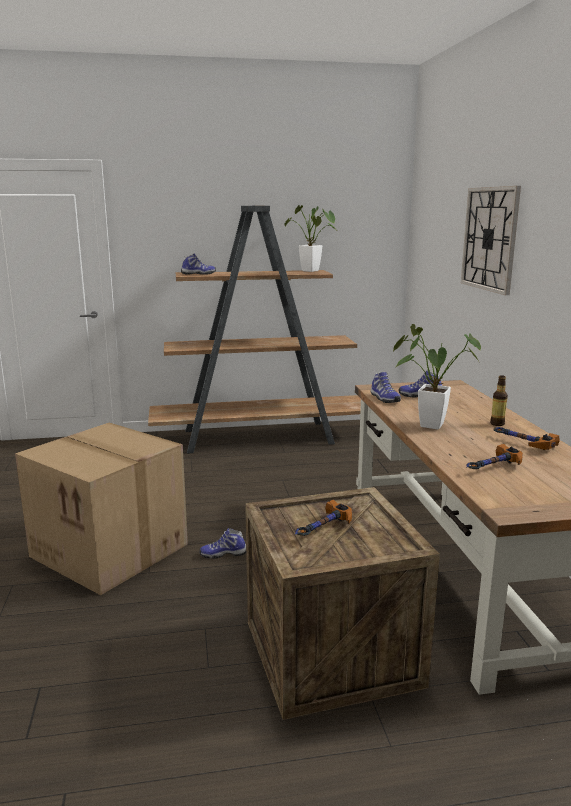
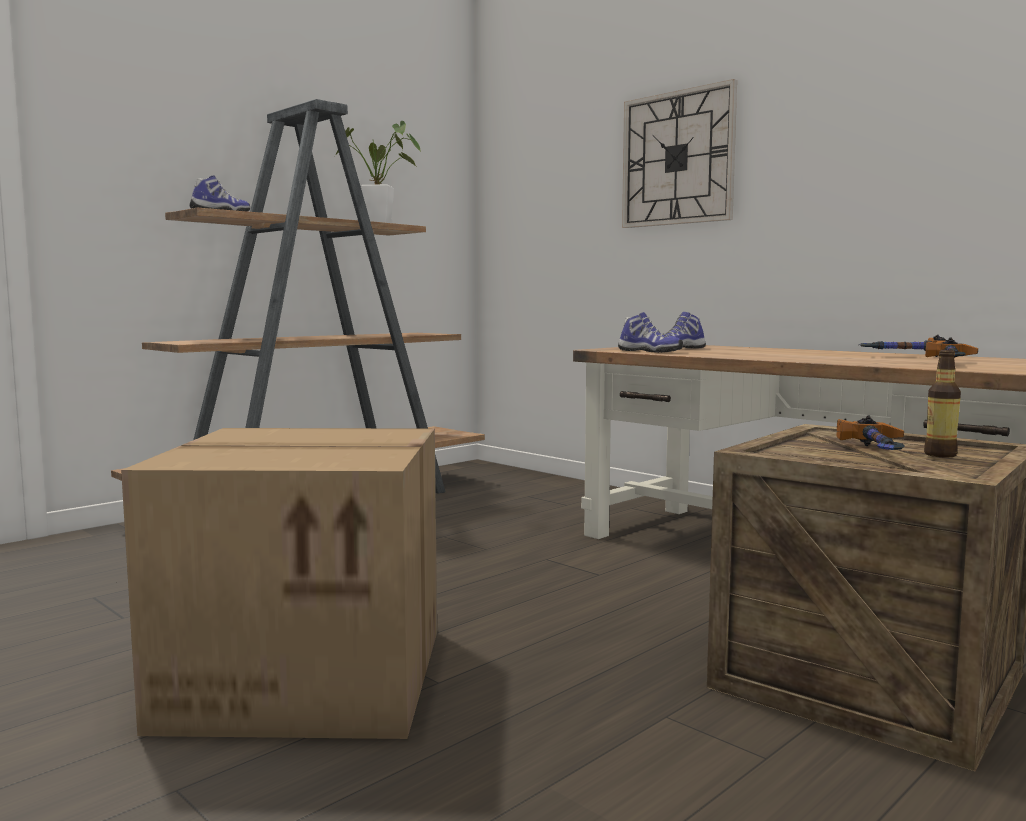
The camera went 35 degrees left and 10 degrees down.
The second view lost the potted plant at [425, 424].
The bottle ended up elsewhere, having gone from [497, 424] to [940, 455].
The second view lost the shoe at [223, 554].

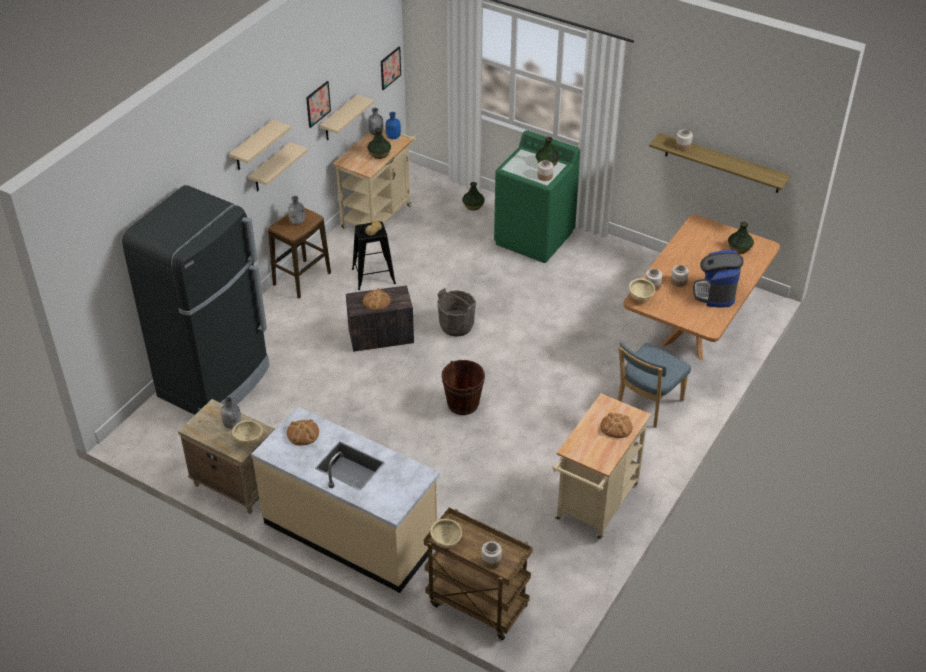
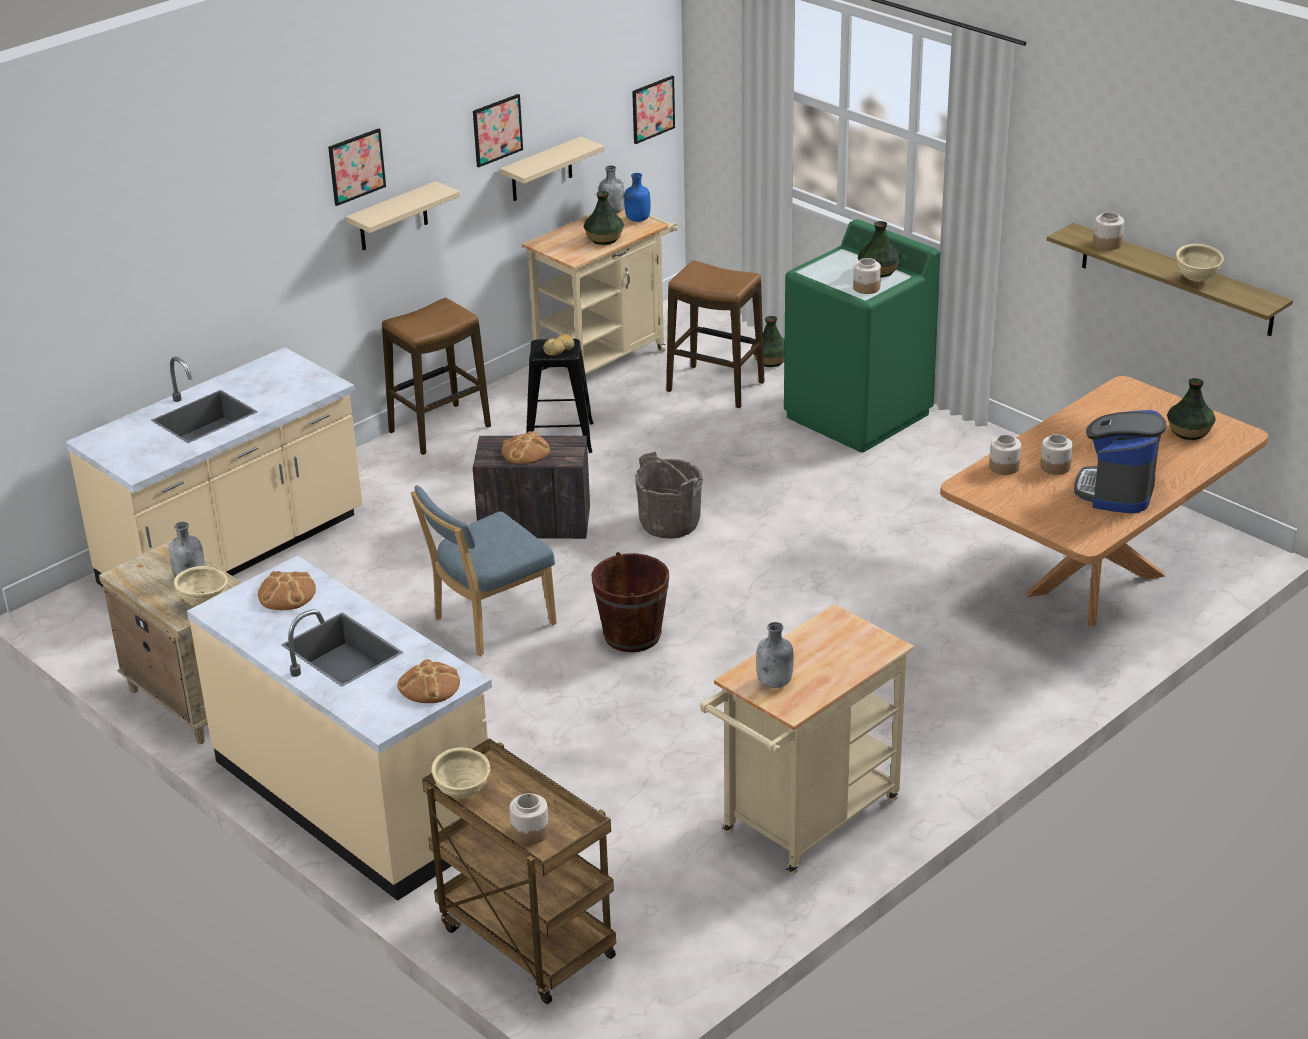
The camera went 15 degrees right and 10 degrees down.
Where the beige shelf hung at [252, 146], the picture came to hang at [356, 166].
Where the black fridge stood at [215, 382], the beige counter came to stand at [234, 552].
The grey bottle ended up elsewhere, having gone from [297, 222] to [775, 682].
The beige bowl ended up elsewhere, having gone from [640, 299] to [1196, 279].
The blue chair ended up elsewhere, having gone from [647, 405] to [489, 623].
The bread ended up elsewhere, having gone from [616, 427] to [429, 685].
The second view gained the stool at [716, 387].

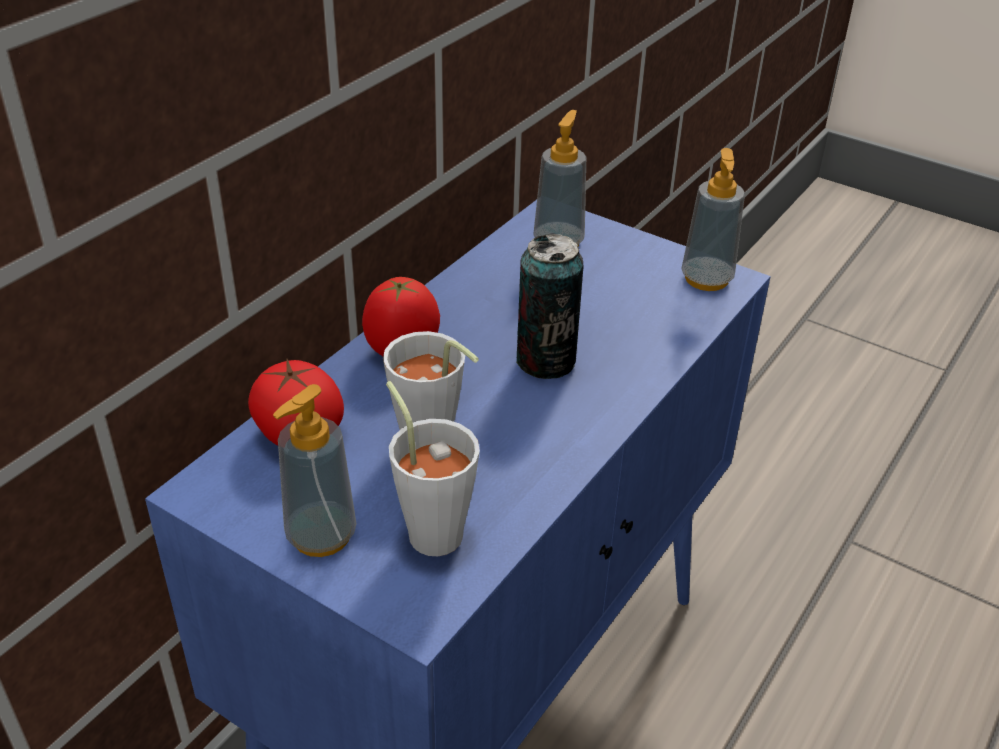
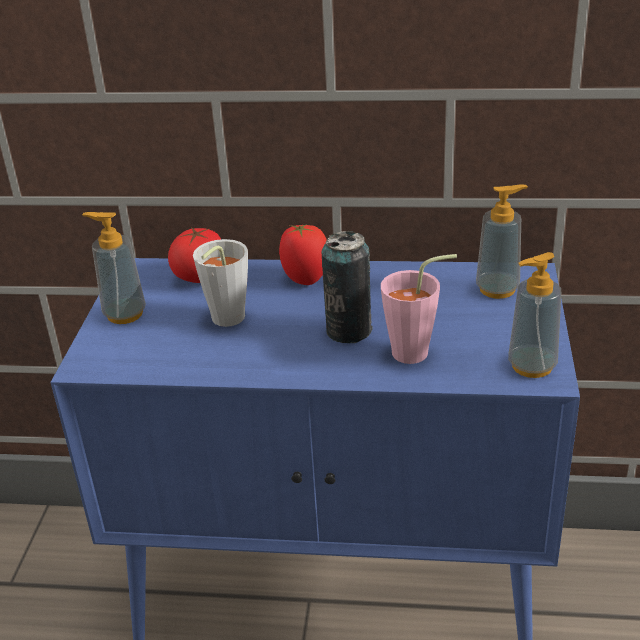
The camera went 65 degrees right and 5 degrees down.
The second view lost the grey cup at [430, 527].
The second view gained the pink cup at [418, 352].

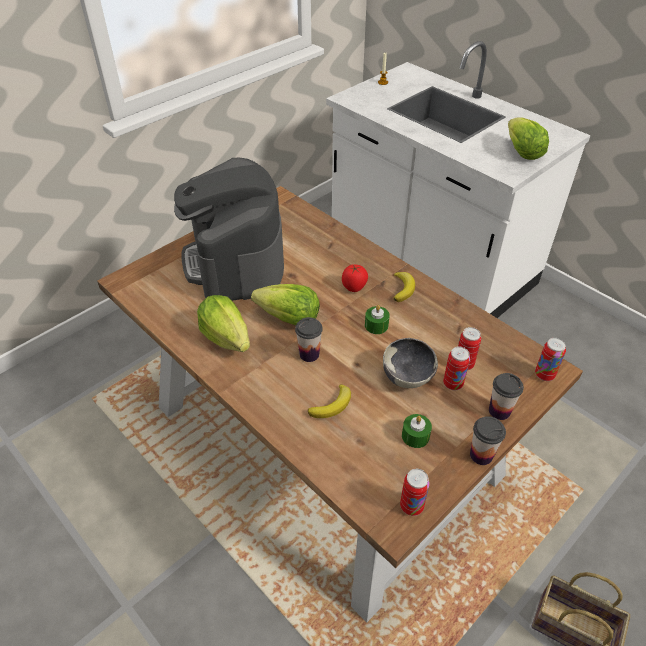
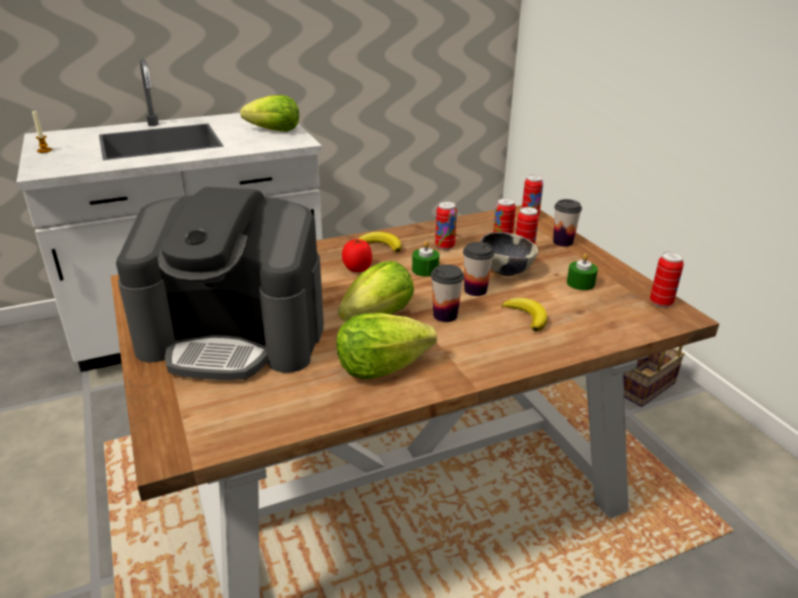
The camera went 70 degrees left and 15 degrees down.
The cup ended up elsewhere, having gone from [481, 455] to [475, 290].
The second view gained the can at [444, 246].

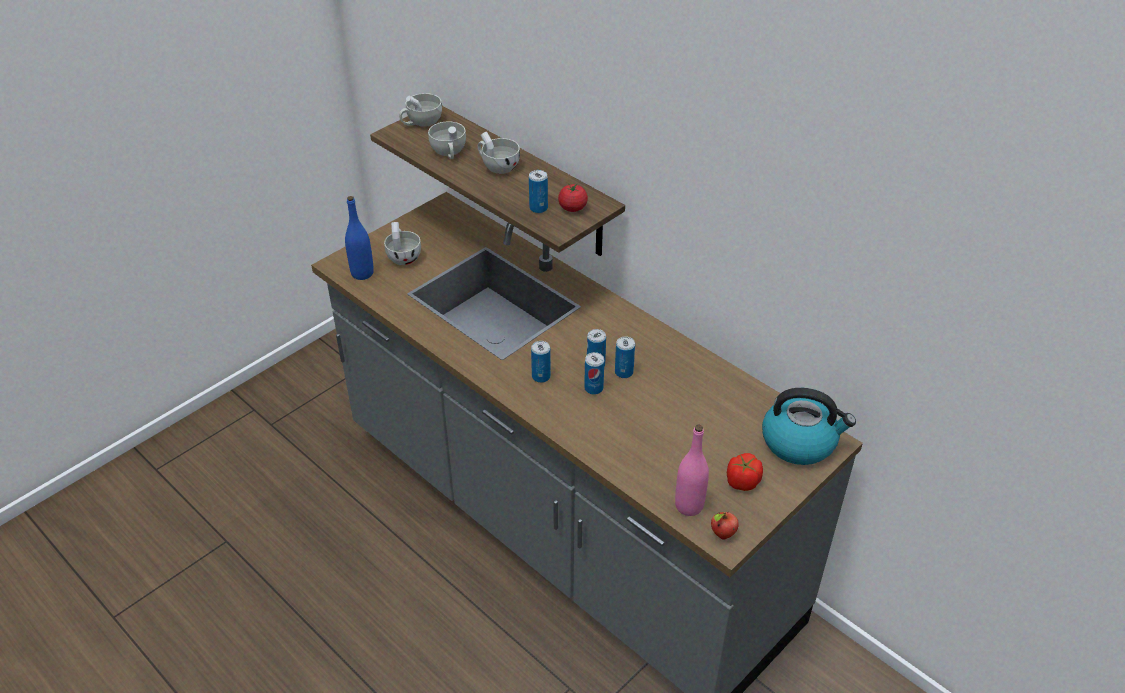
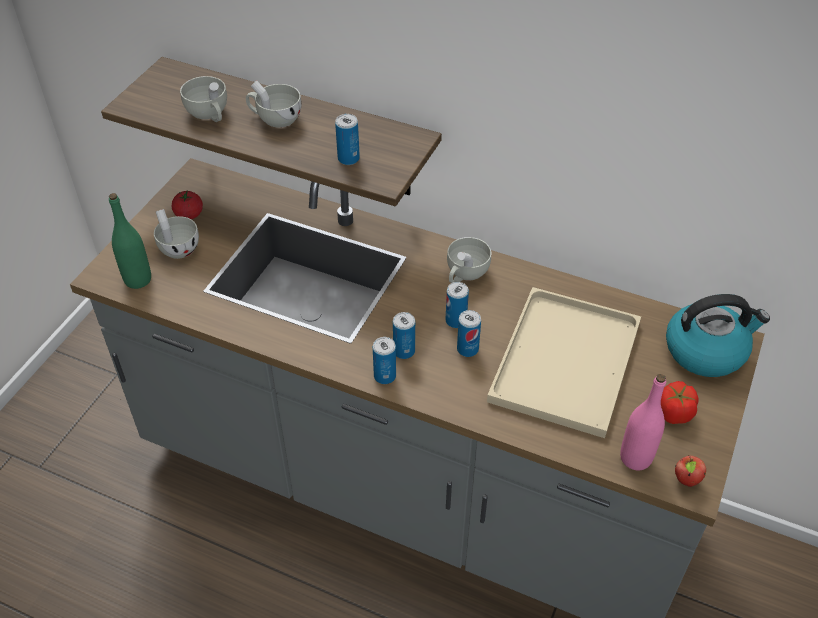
The camera went 20 degrees left and 5 degrees up.
The white cup ended up elsewhere, having gone from [421, 123] to [465, 274].
The tomato ended up elsewhere, having gone from [572, 208] to [189, 215].
What was the blue bottle at [362, 273] turned into the green bottle at [138, 280].
The can ended up elsewhere, having gone from [624, 372] to [385, 376].
The second view gained the beige tray at [566, 364].

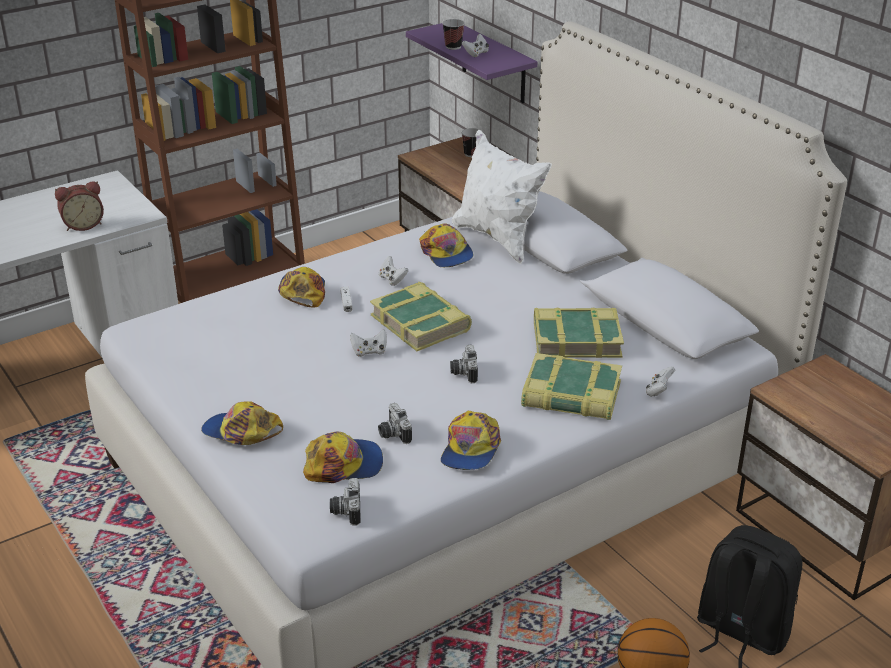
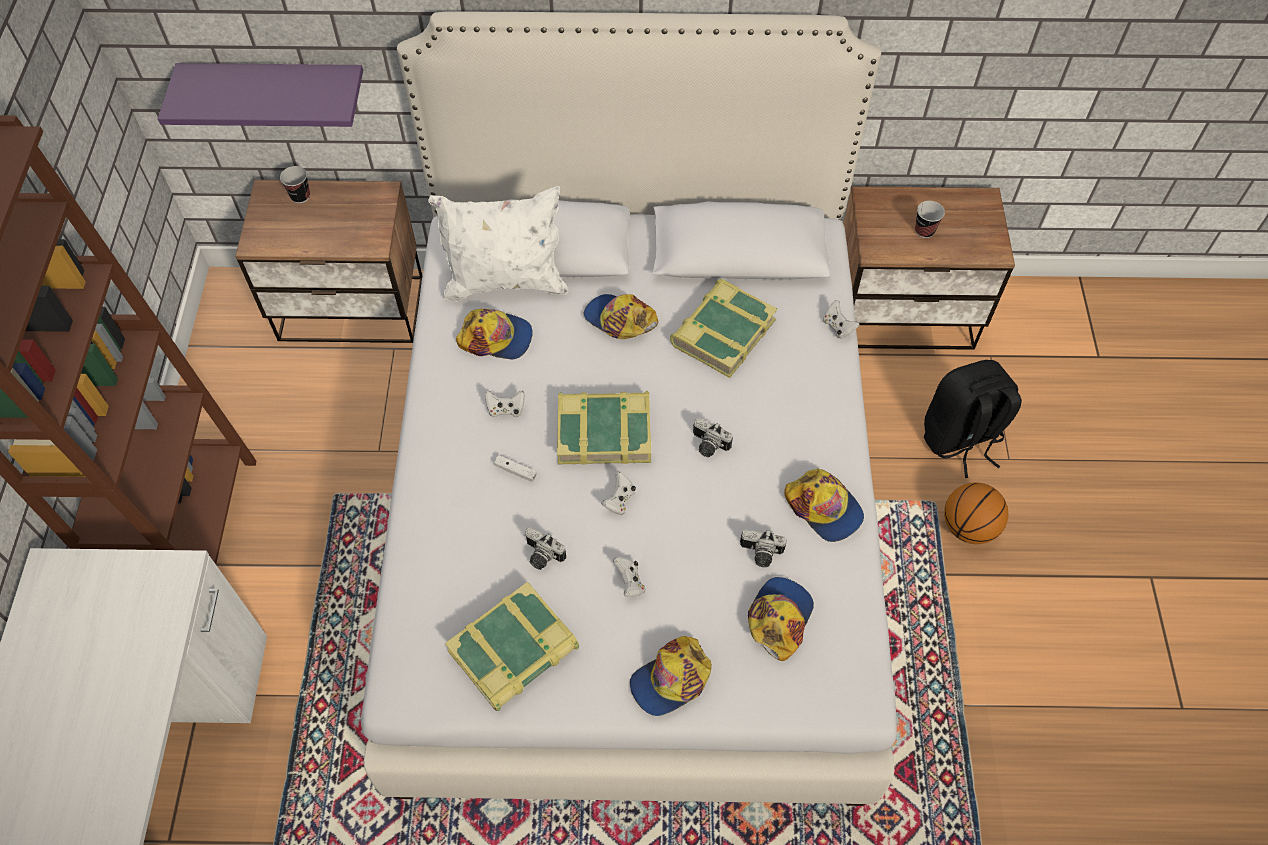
The camera went 55 degrees left and 25 degrees up.
The cup ended up elsewhere, having gone from [453, 47] to [924, 231].
The white game controller ended up elsewhere, having gone from [476, 54] to [630, 582].
The second view lost the alarm clock at [83, 225].
The cap ended up elsewhere, having gone from [303, 292] to [619, 320].
The book ended up elsewhere, having gone from [571, 396] to [514, 651].
The photo camera ended up elsewhere, having gone from [345, 510] to [541, 556].

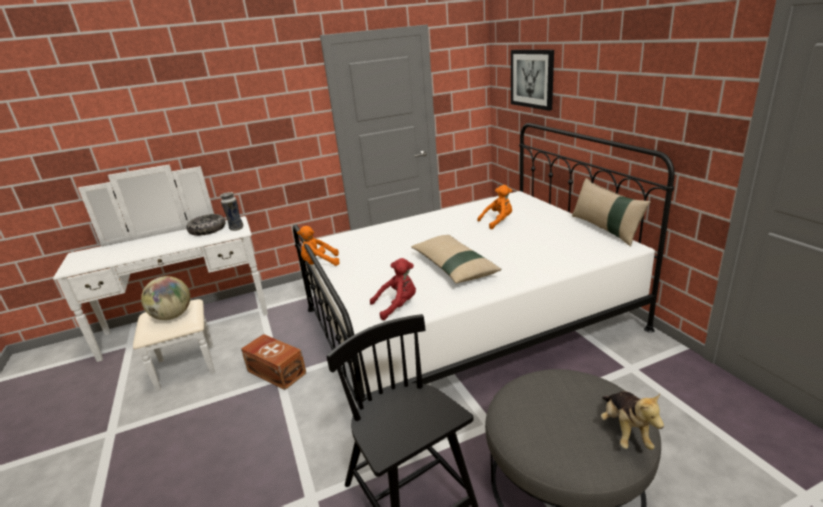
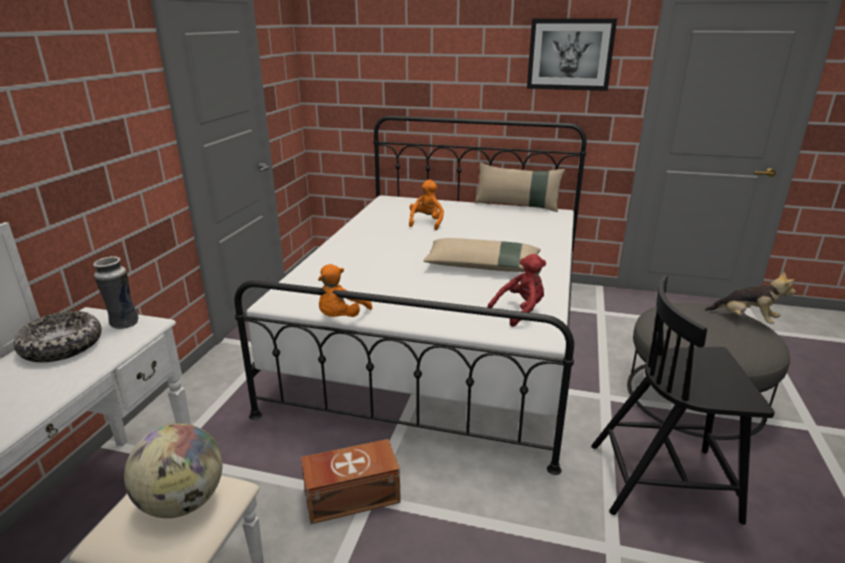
The camera went 55 degrees left and 0 degrees up.
The picture ended up elsewhere, having gone from [532, 78] to [570, 54].
The red plush toy at [397, 306] ended up facing another way, 45 degrees clockwise from before.

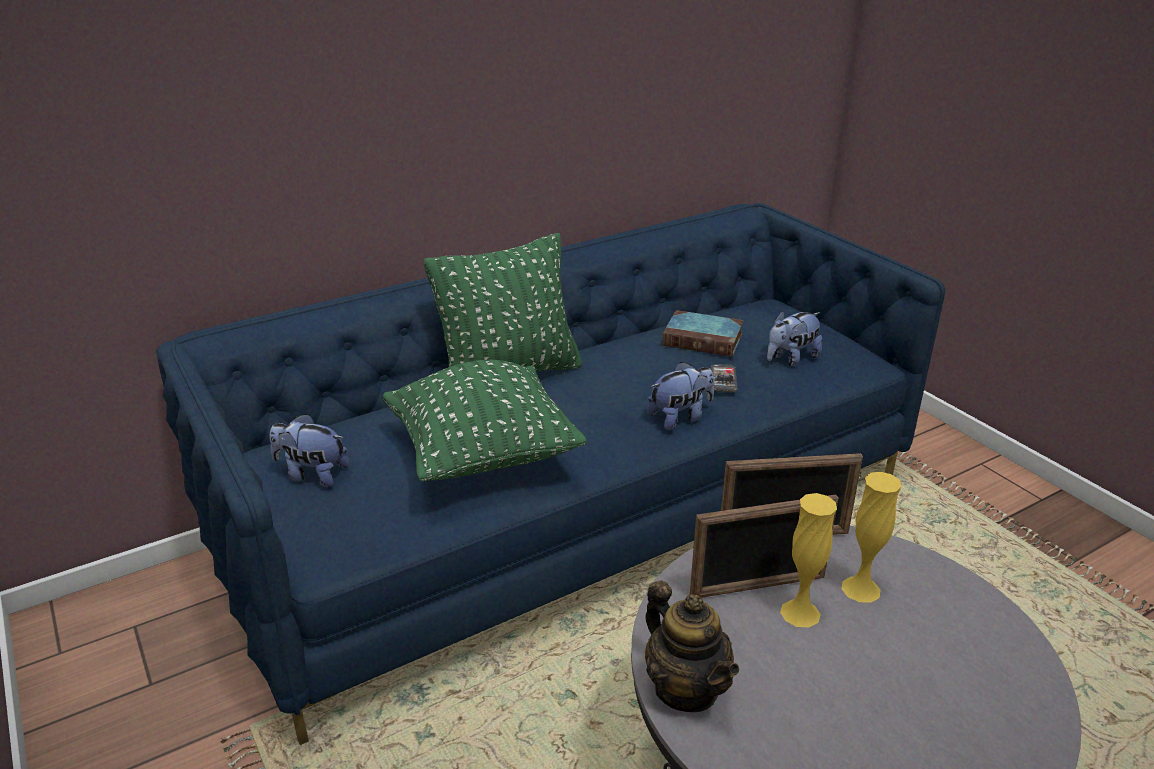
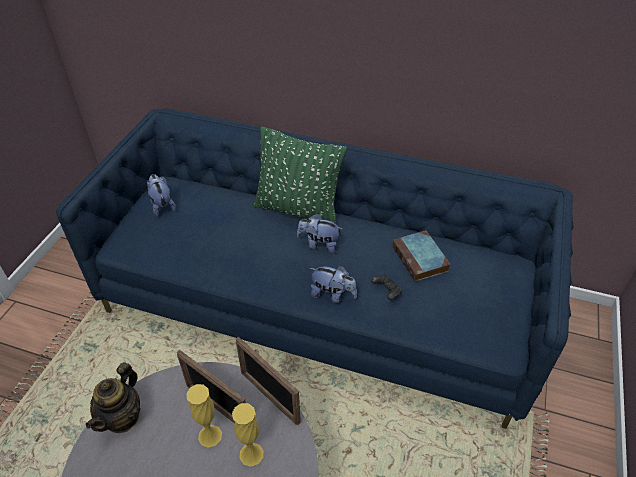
The camera went 50 degrees right and 15 degrees up.
The plush toy ended up elsewhere, having gone from [791, 359] to [319, 245].
The second view lost the green pillow at [483, 456].
Where the phone stood at [723, 380], the black game controller came to stand at [386, 291].

